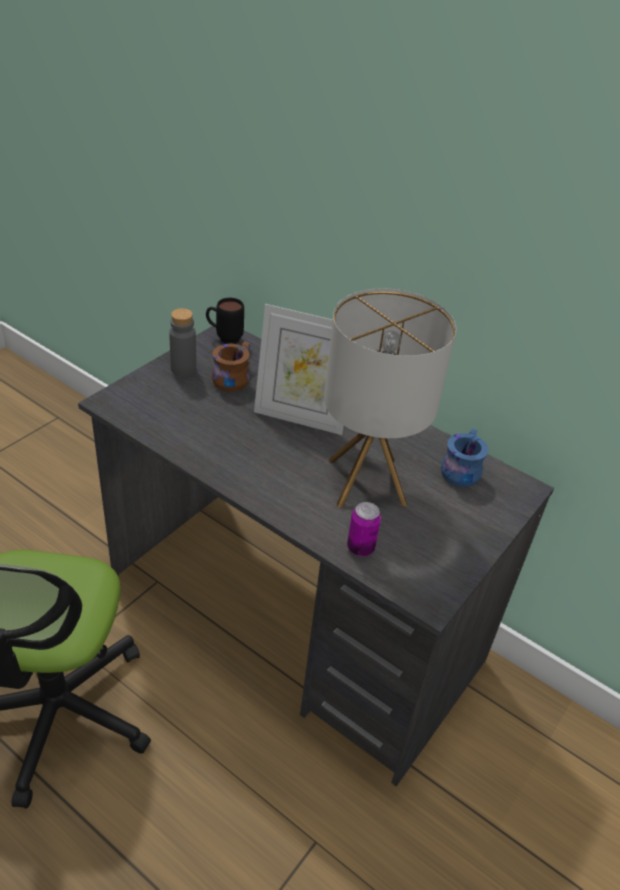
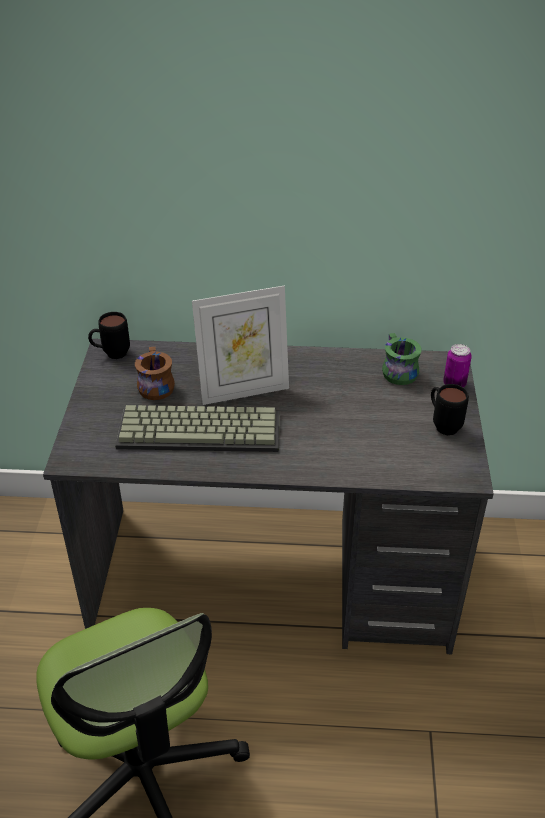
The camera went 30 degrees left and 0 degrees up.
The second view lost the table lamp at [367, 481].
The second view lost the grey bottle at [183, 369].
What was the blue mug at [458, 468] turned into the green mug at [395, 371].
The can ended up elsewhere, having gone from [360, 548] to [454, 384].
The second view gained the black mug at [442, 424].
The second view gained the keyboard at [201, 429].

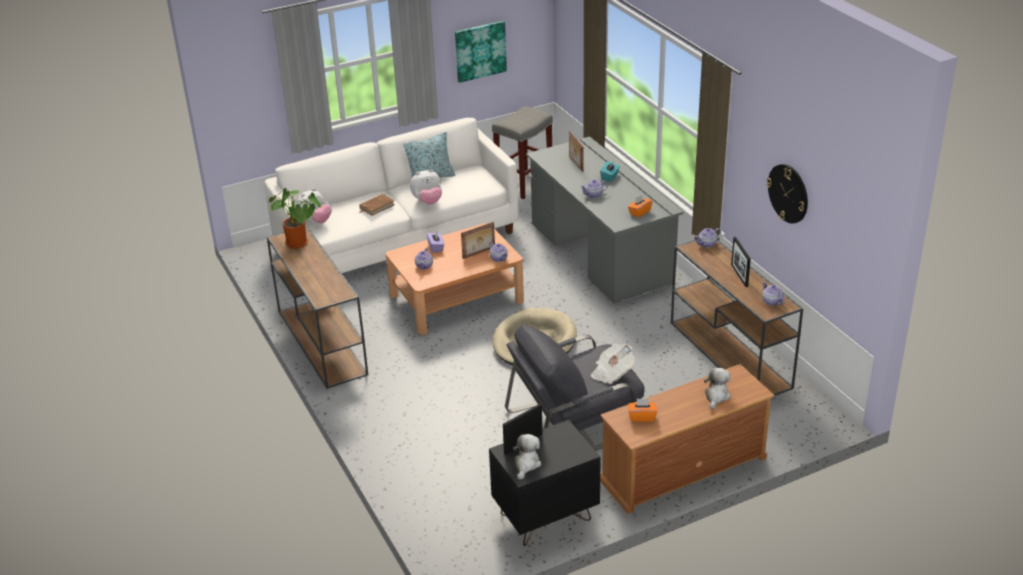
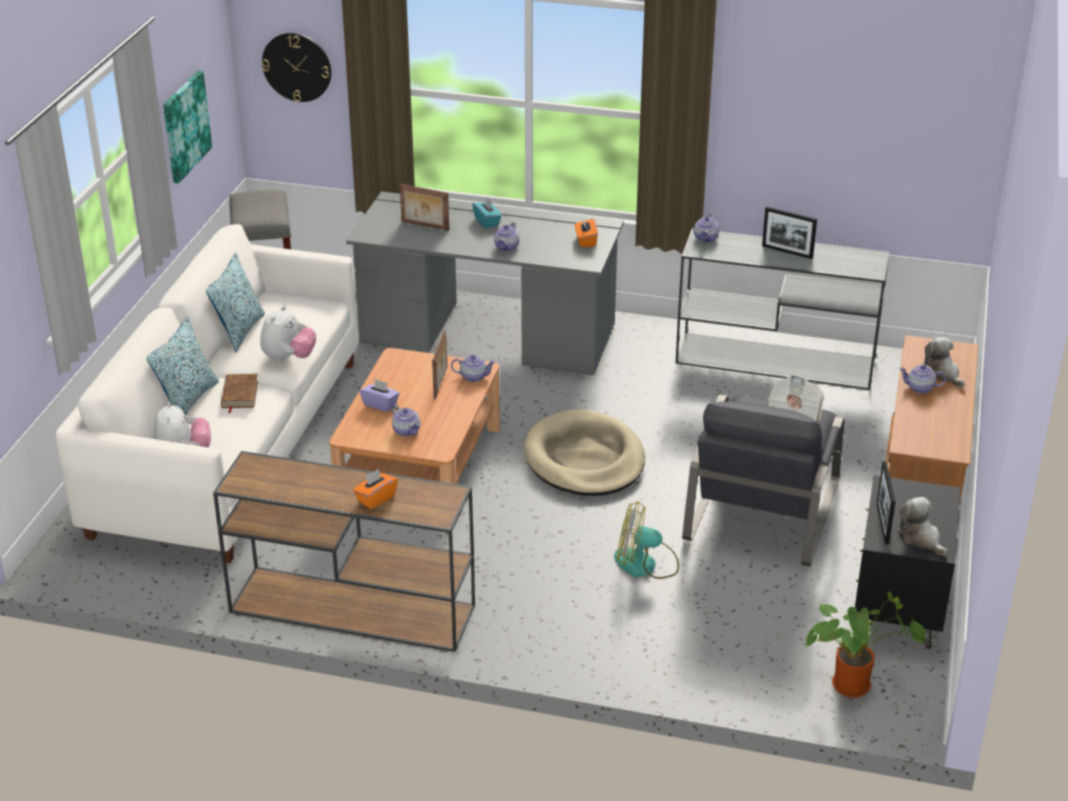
The camera went 50 degrees left and 0 degrees up.
The wall clock ended up elsewhere, having gone from [788, 193] to [297, 67].
The potted plant ended up elsewhere, having gone from [299, 243] to [854, 684].
What was the brown console table at [731, 355] turned into the grey console table at [777, 361].
The teapot ended up elsewhere, having gone from [771, 301] to [920, 388].
The orange tissue box ended up elsewhere, having gone from [642, 417] to [376, 498].
The second view gained the pillow at [188, 400].
The second view gained the fan at [645, 564].

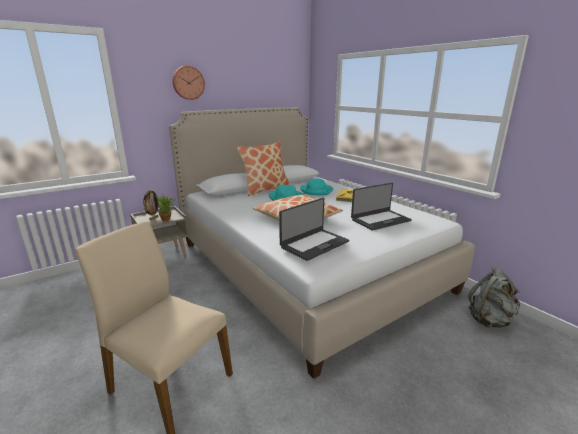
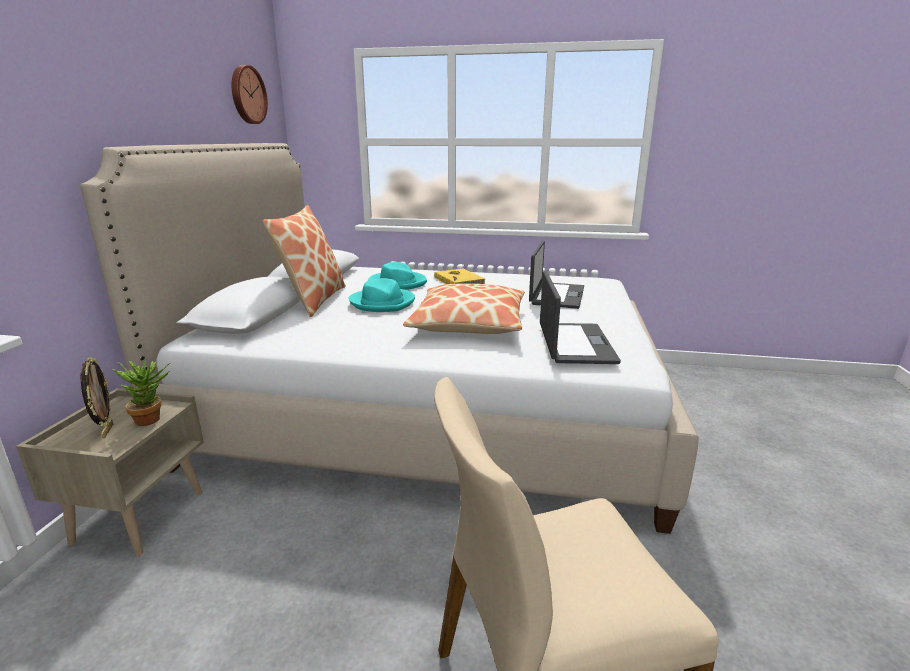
The camera went 45 degrees left and 0 degrees up.
The wall clock ended up elsewhere, having gone from [188, 83] to [247, 95].
The second view lost the grey backpack at [489, 320].

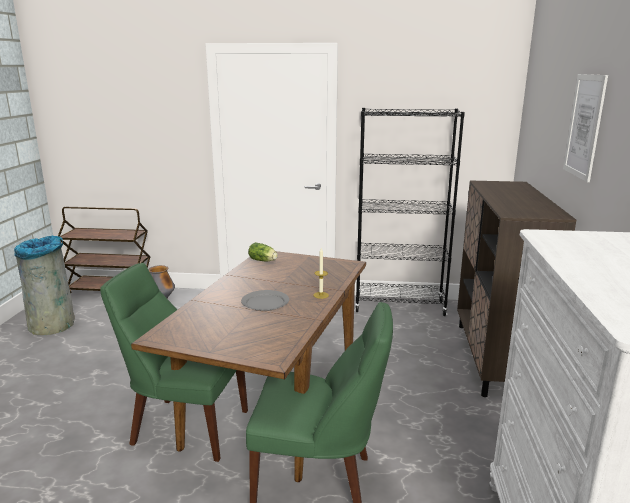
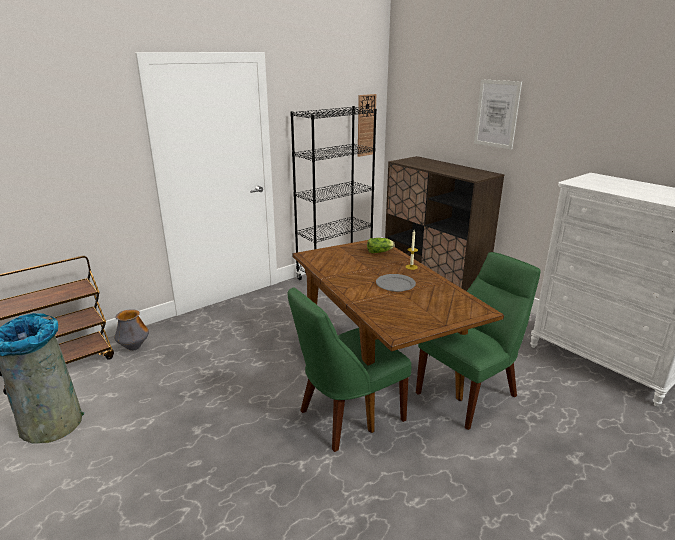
The camera went 45 degrees left and 5 degrees up.
The lettuce ended up elsewhere, having gone from [263, 261] to [380, 252].
The second view gained the wall clock at [366, 125].

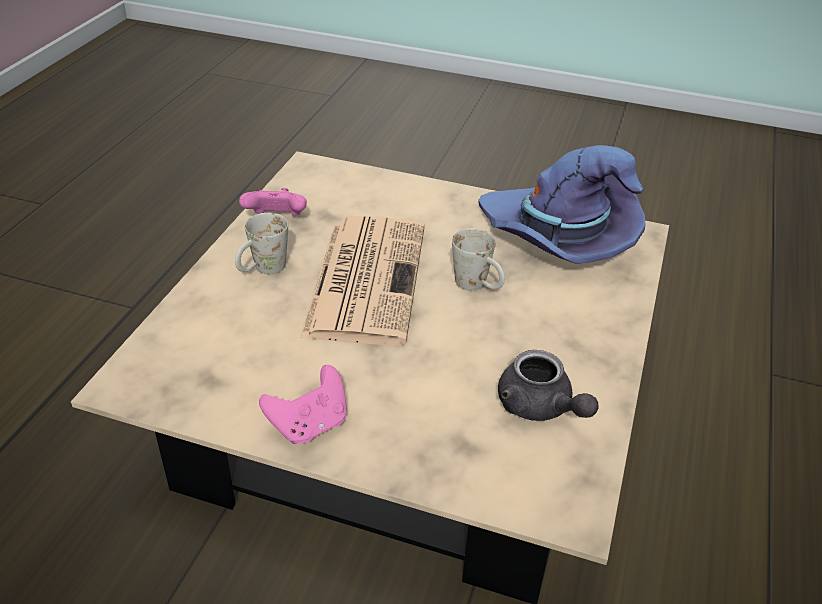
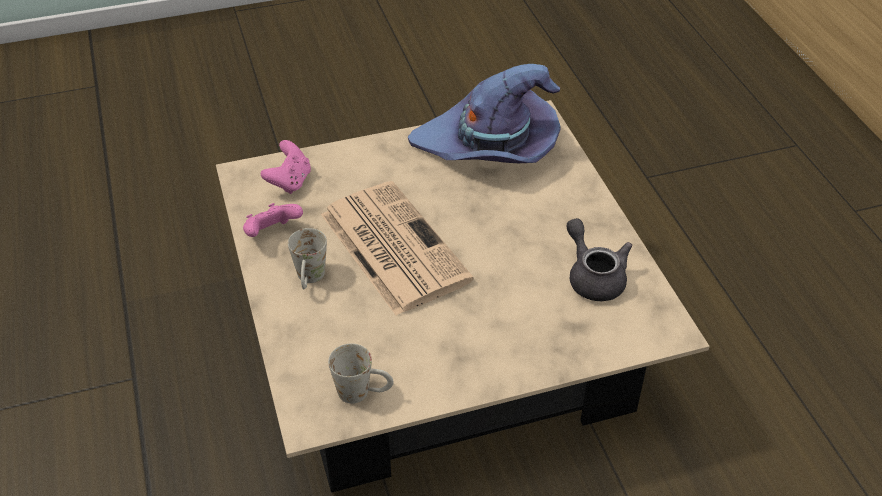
The camera went 35 degrees left and 5 degrees up.
The white mug ended up elsewhere, having gone from [478, 286] to [363, 392].
The grey teapot at [540, 407] ended up facing another way, 135 degrees counterclockwise from before.
The pink game controller ended up elsewhere, having gone from [309, 425] to [289, 182].

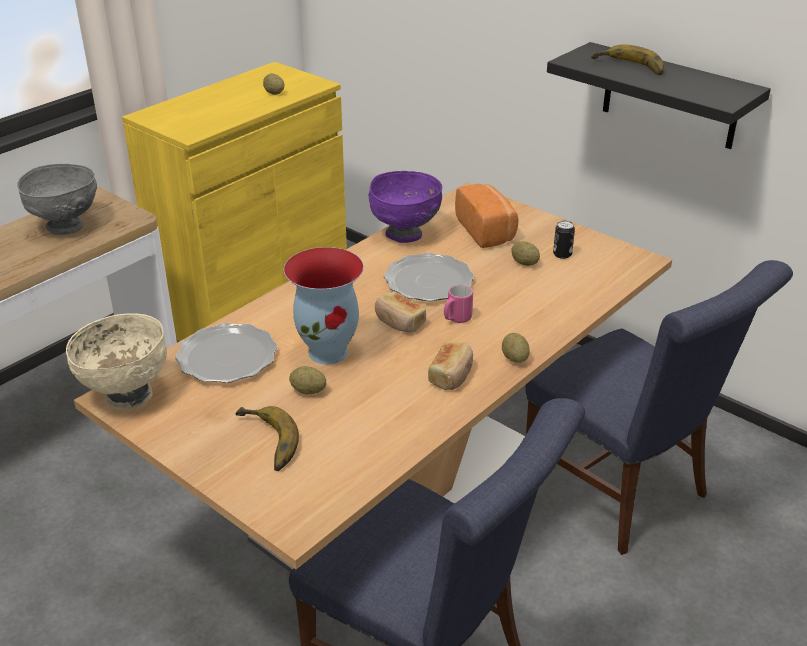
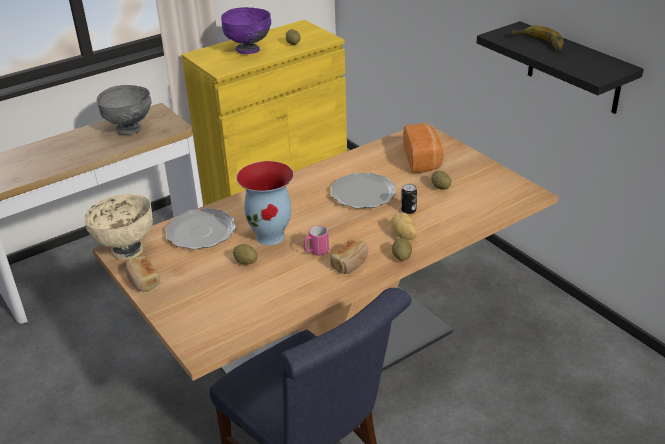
The camera went 15 degrees right and 0 degrees up.
The purple bowl ended up elsewhere, having gone from [405, 235] to [248, 50].
The can ended up elsewhere, having gone from [562, 254] to [408, 210].
The second view lost the blue chair at [624, 493].
The pink mug ended up elsewhere, having gone from [456, 319] to [316, 252].
The bread ended up elsewhere, having gone from [399, 322] to [143, 281].
The second view lost the banana at [264, 443].
The second view gained the potato at [403, 236].

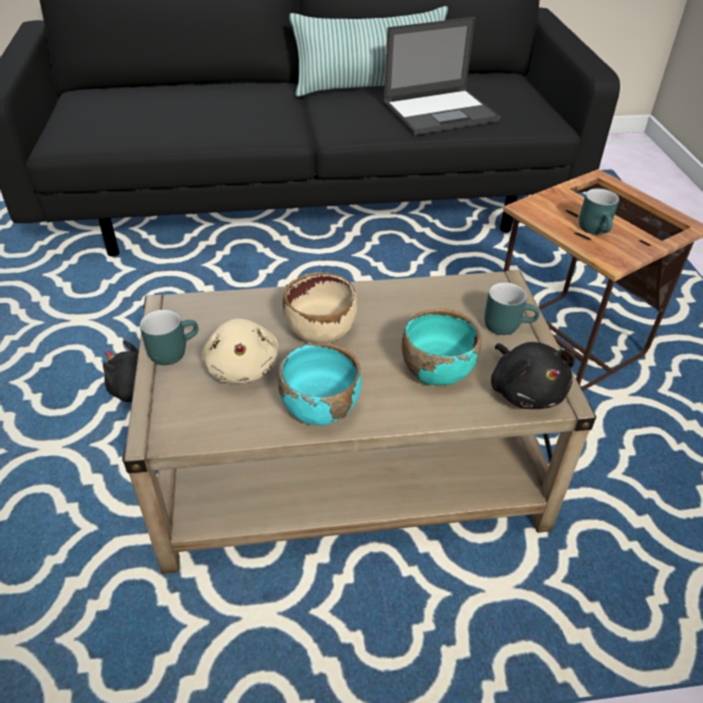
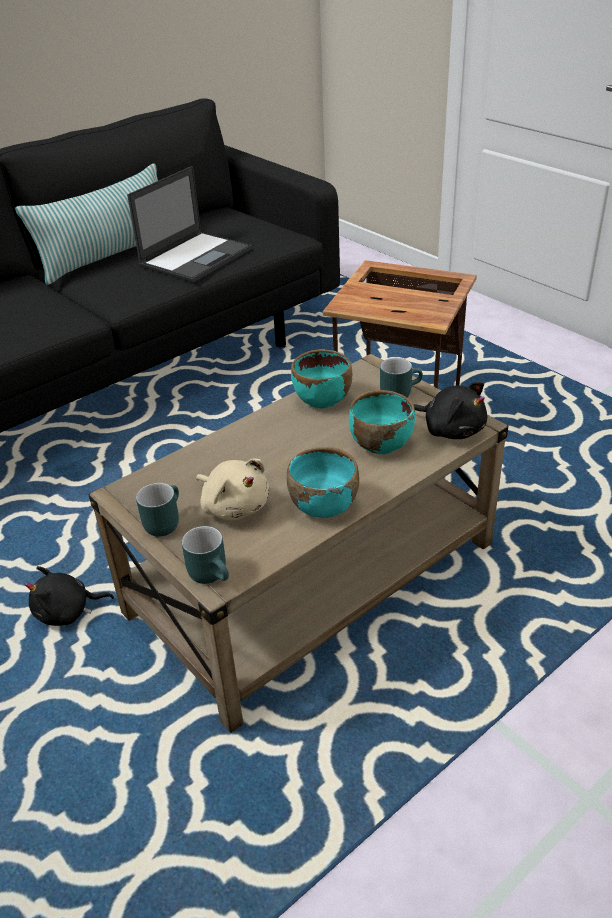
The camera went 30 degrees left and 5 degrees down.
The turquoise mug ended up elsewhere, having gone from [597, 230] to [213, 574].
The second view lost the beige bowl at [321, 332].
The second view gained the turquoise bowl at [322, 399].

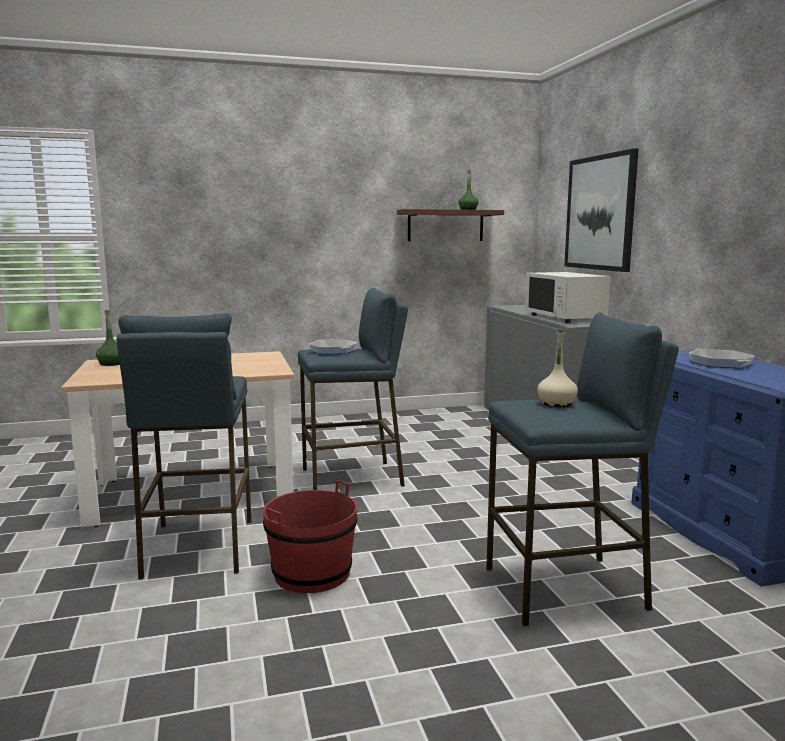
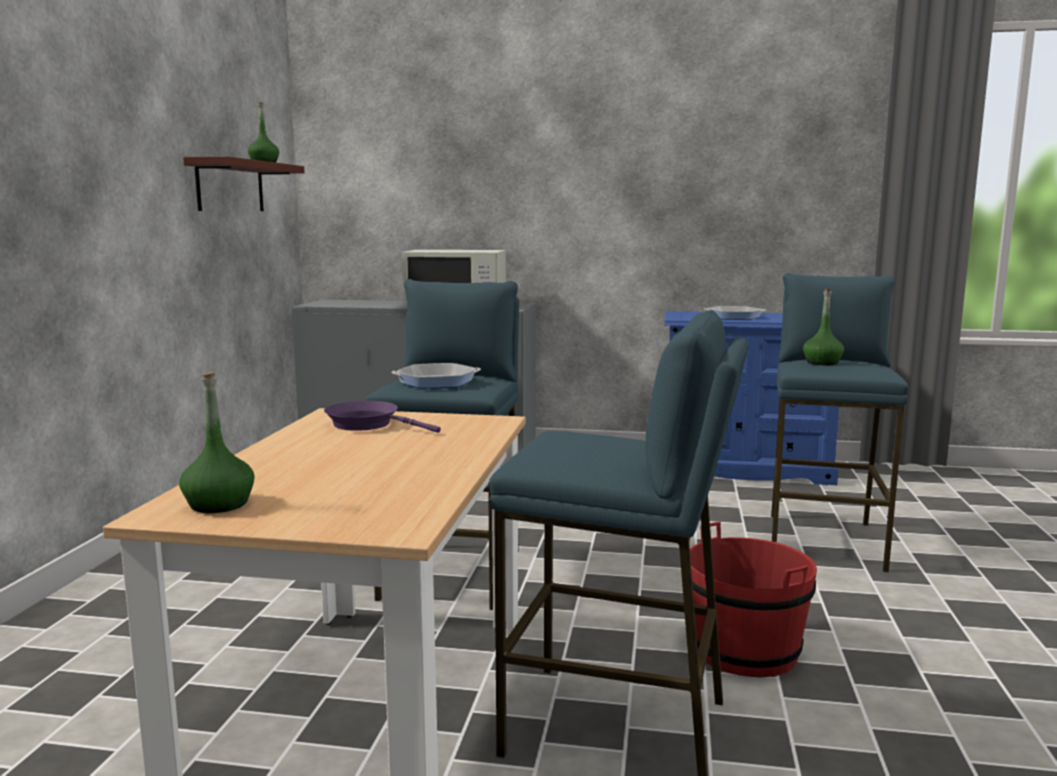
The camera went 65 degrees left and 0 degrees up.
The second view lost the picture at [600, 213].
What was the beige bottle at [556, 403] turned into the green bottle at [822, 363].
The second view gained the purple frying pan at [368, 424].

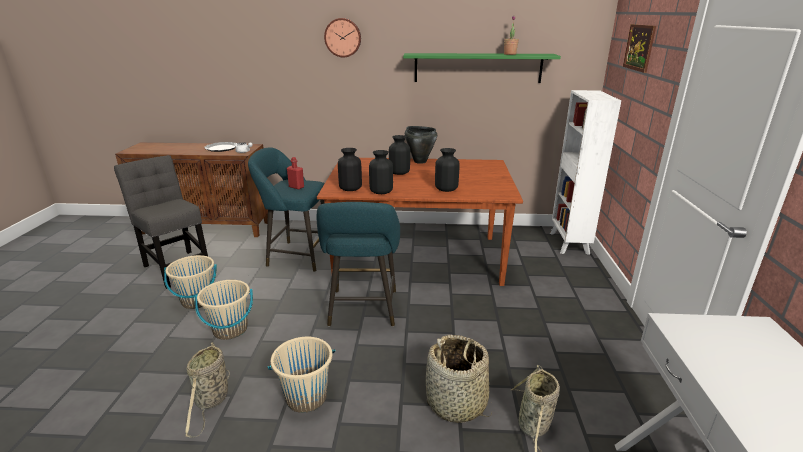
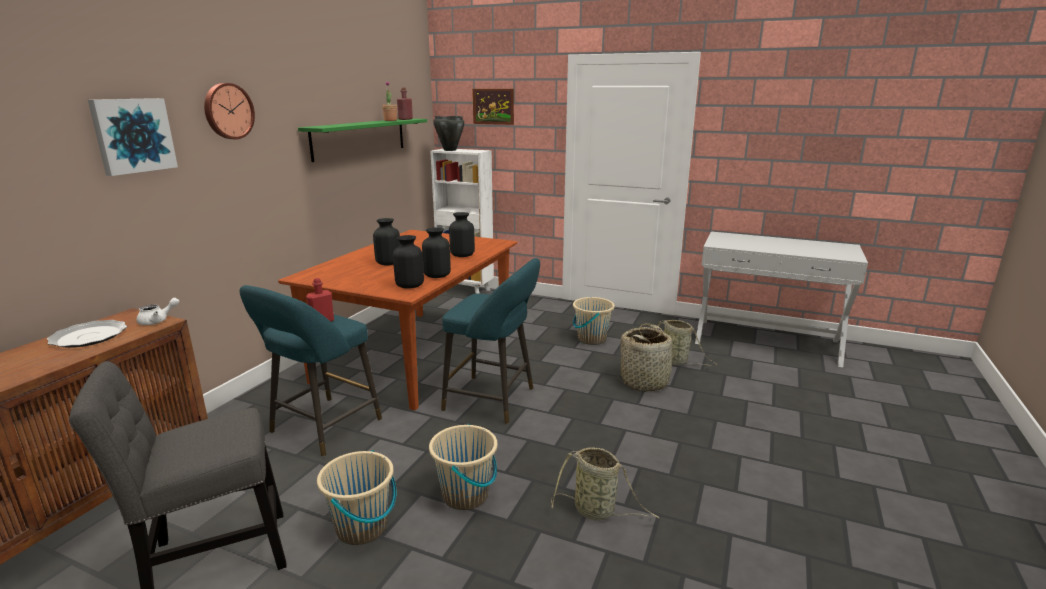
The camera went 70 degrees left and 5 degrees down.
The black cooking pot ended up elsewhere, having gone from [420, 161] to [449, 150].
The beige bucket ended up elsewhere, having gone from [306, 397] to [591, 339].
The second view gained the red bottle at [405, 119].
The second view gained the picture at [133, 135].

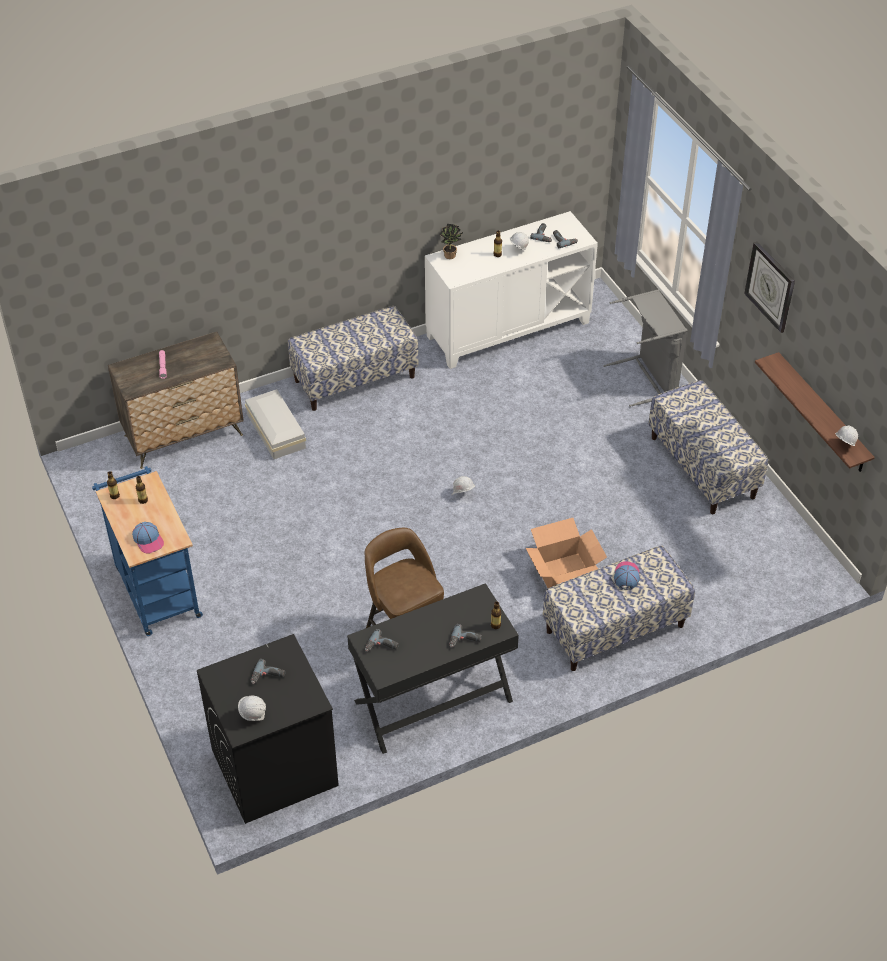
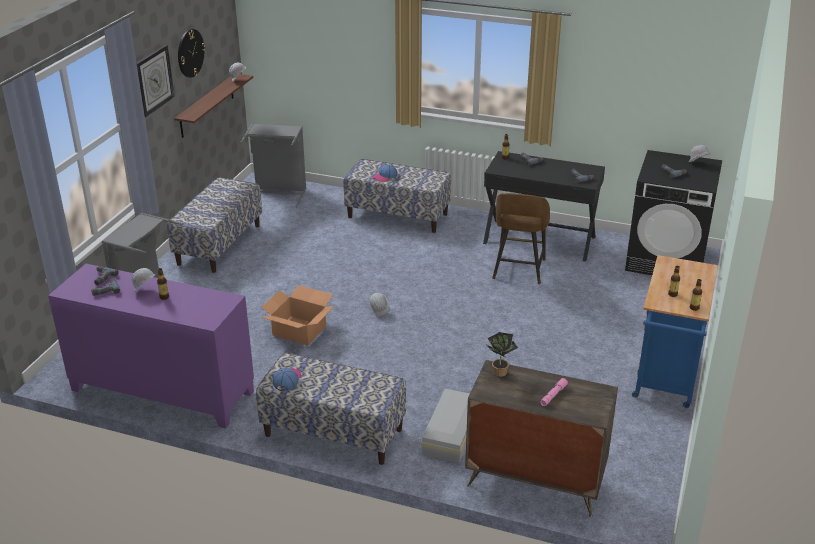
The camera went 135 degrees left and 15 degrees down.
What was the white cabinet at [508, 329] turned into the purple cabinet at [162, 391].
The potted plant ended up elsewhere, having gone from [451, 256] to [499, 371].
The cardboard box ended up elsewhere, having gone from [565, 574] to [299, 330].
The cap ended up elsewhere, having gone from [148, 540] to [287, 380].
The second view gained the wall clock at [190, 53].
The second view gained the grey laundry basket at [278, 194].

